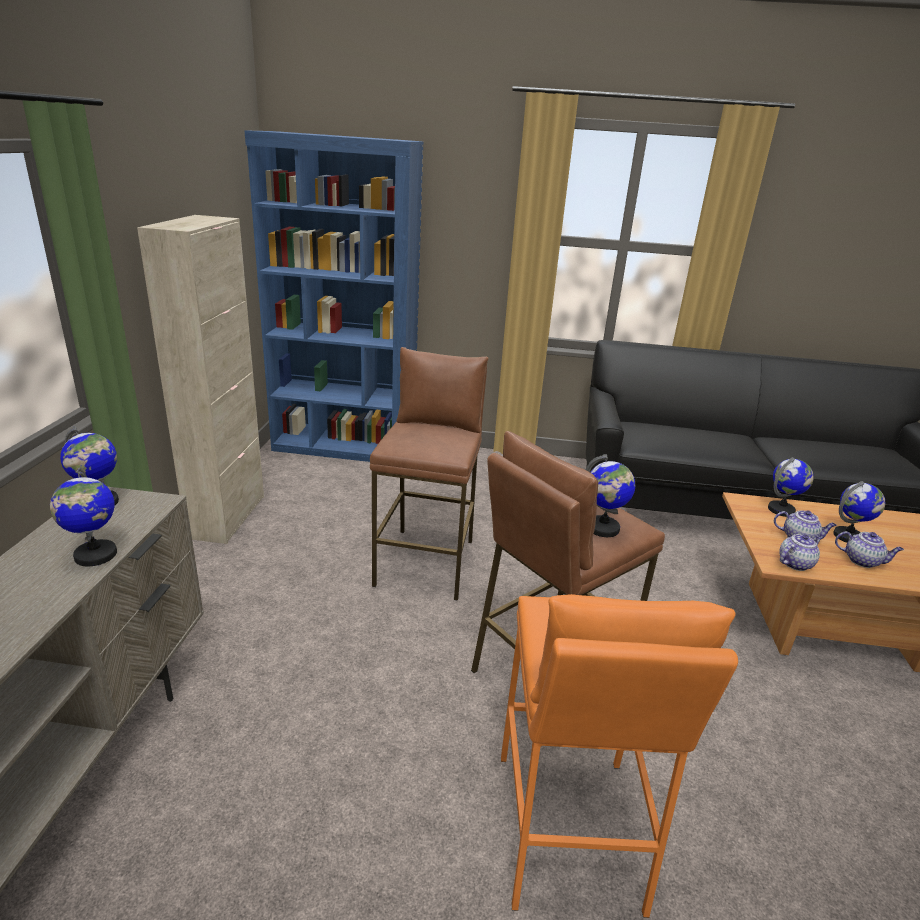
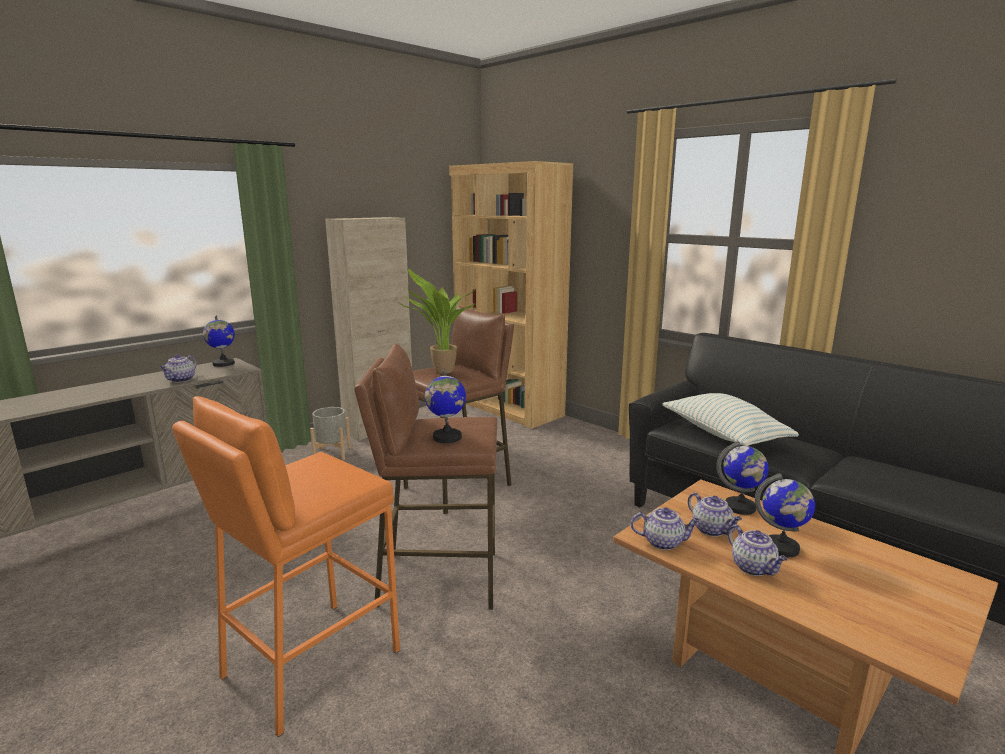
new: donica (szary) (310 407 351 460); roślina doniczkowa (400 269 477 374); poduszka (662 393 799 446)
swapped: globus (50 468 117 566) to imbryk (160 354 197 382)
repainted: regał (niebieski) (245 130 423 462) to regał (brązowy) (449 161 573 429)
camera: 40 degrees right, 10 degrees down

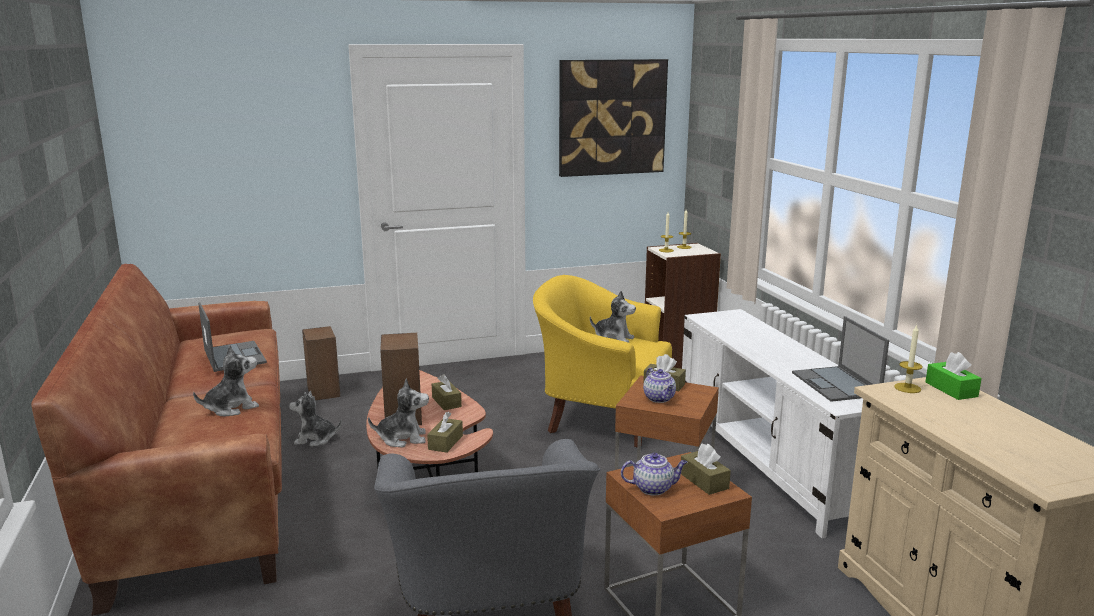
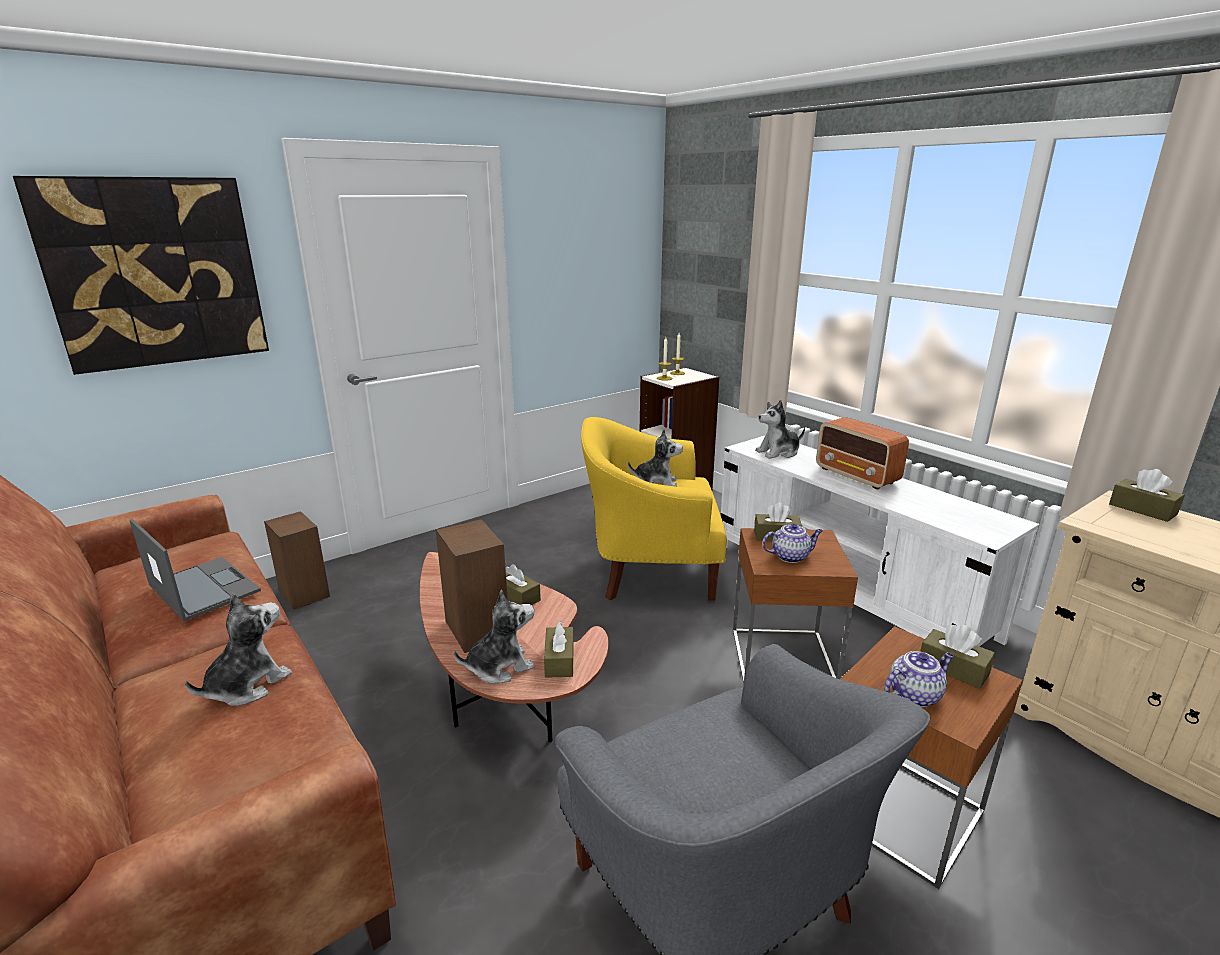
gone: laptop (792 316 889 402); świeca (894 325 923 393)
new: radio (816 417 909 490)
shifted: pluszak (289 391 342 447) to (755 400 805 459); obraz (559 59 668 177) to (13 176 269 375)
repainted: pudełko chusteczek (zielony) (926 352 982 400) to pudełko chusteczek (brązowy) (1109 469 1185 522)
rotated: imbryk (643 368 676 403) = (762 523 823 563) 60 degrees counterclockwise
camera: 20 degrees left, 5 degrees up

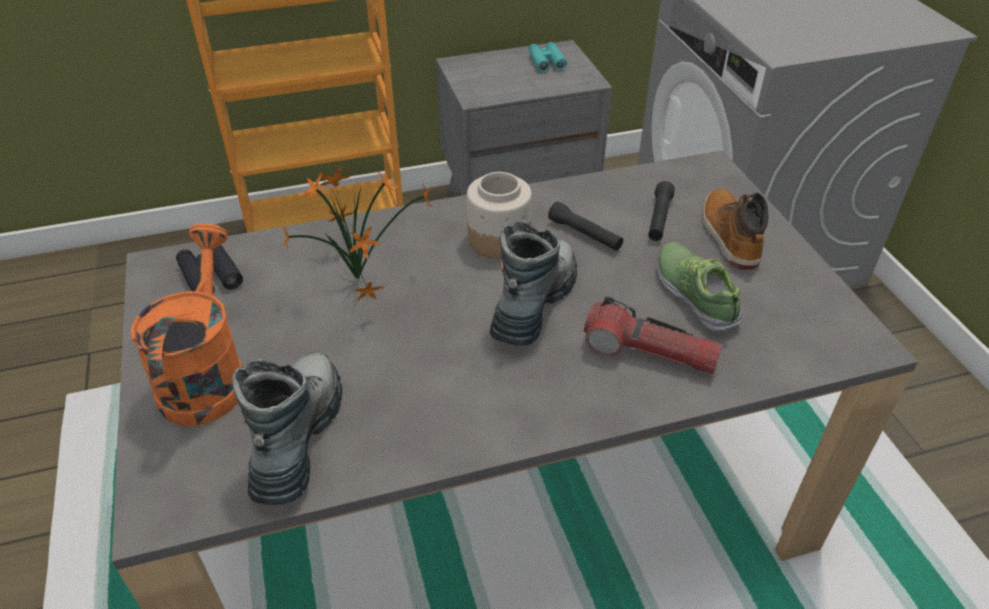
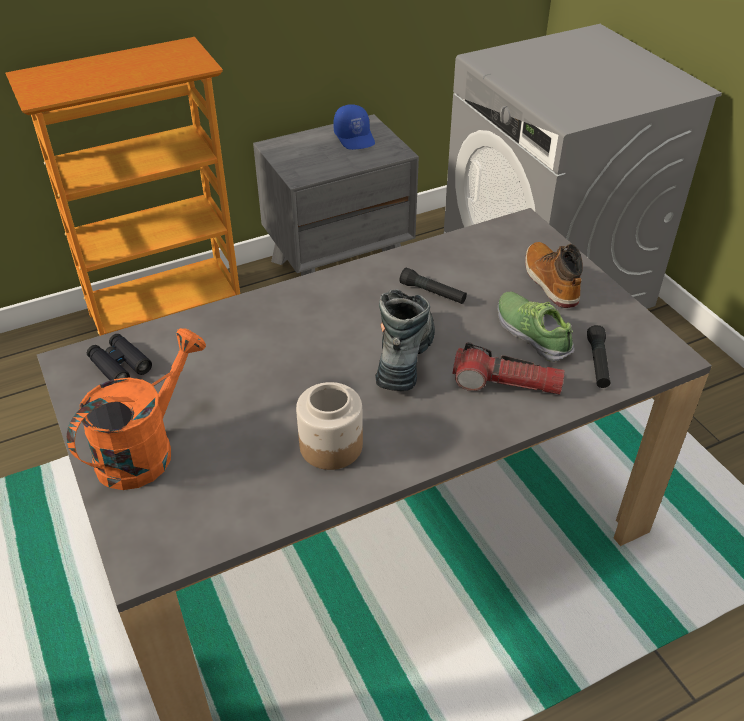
gone: but z cholewką (232 352 342 505); roślina doniczkowa (282 166 433 302)
shifted: słoik (467 172 532 259) to (296 382 363 470); latarka (czarny) (648 181 675 241) to (587 325 610 388)
swapped: lornetka (turkusowy) (528 42 567 72) to czapka z daszkiem (niebieski) (333 104 375 150)
rotated: konewka (pomarańczowy) (131 223 242 426) = (67 328 206 490) 45 degrees clockwise
camera: 10 degrees left, 0 degrees up

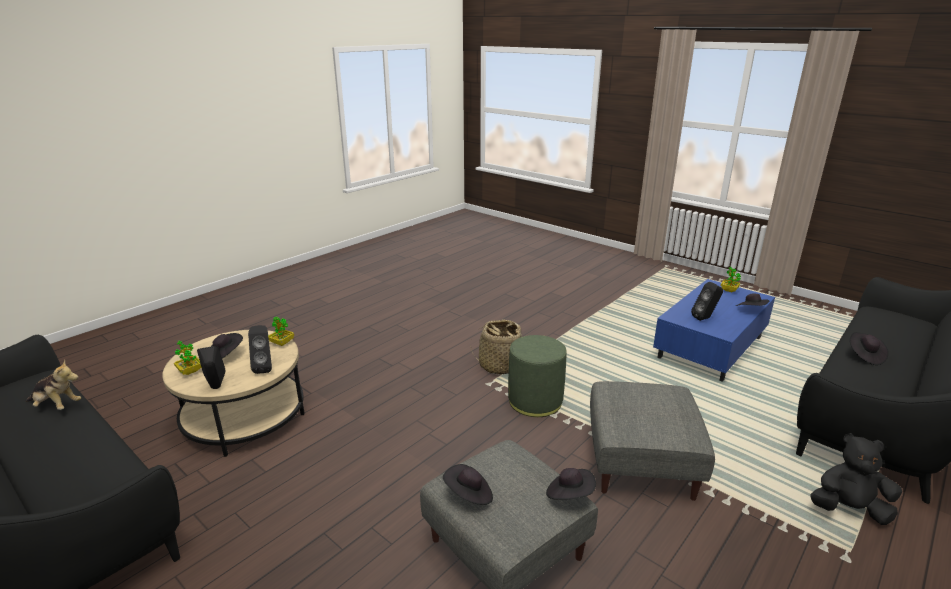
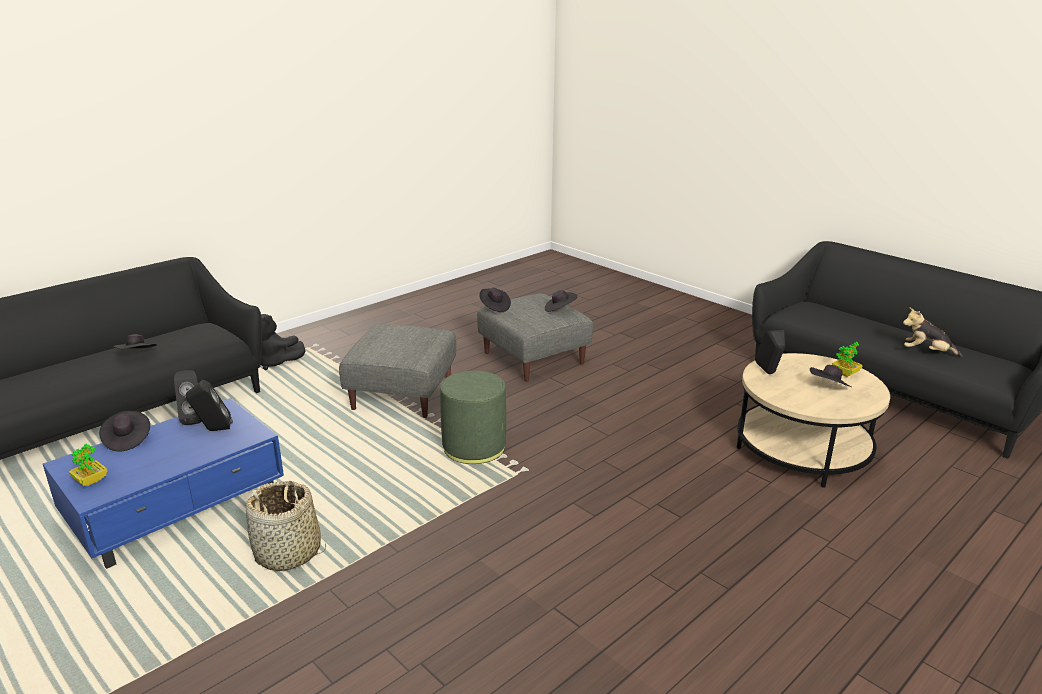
gone: roślina doniczkowa (268 317 294 346)
shifted: głośnik (czarny) (197 346 226 389) to (174 370 202 425); koszyk (471 320 523 375) to (246 481 326 571)
camera: 175 degrees left, 0 degrees up

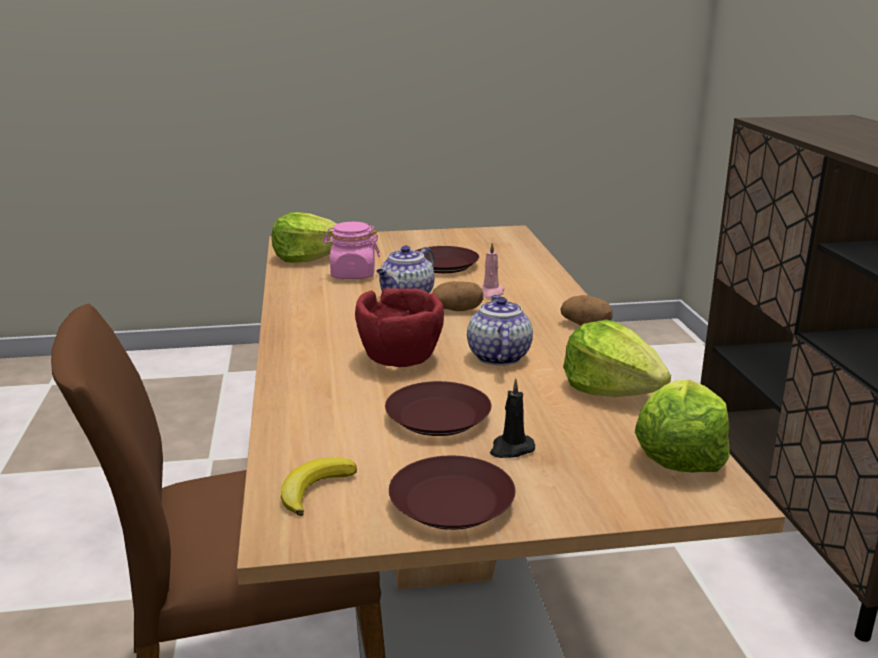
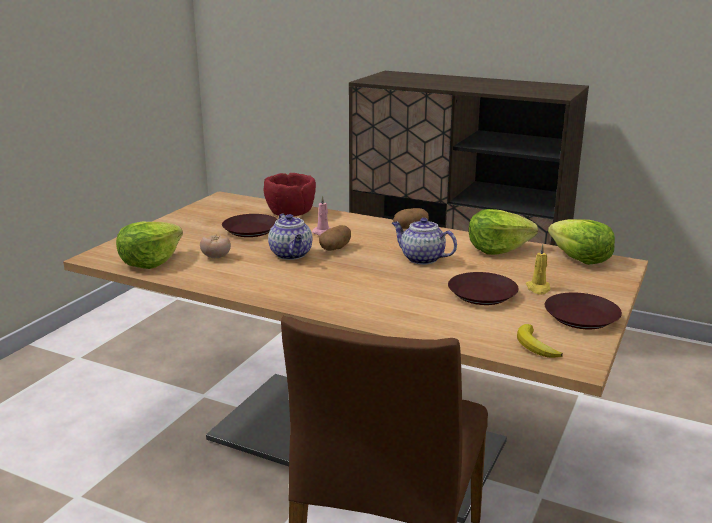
shifted: miska (czerwony) (355 288 444 367) to (263 173 316 216)
swapped: słoik (różowy) (323 222 380 279) to pomidor (200 235 231 258)
repainted: świeca (czarny) (490 378 535 458) to świeca (żółty) (526 245 550 295)
camera: 55 degrees left, 0 degrees up

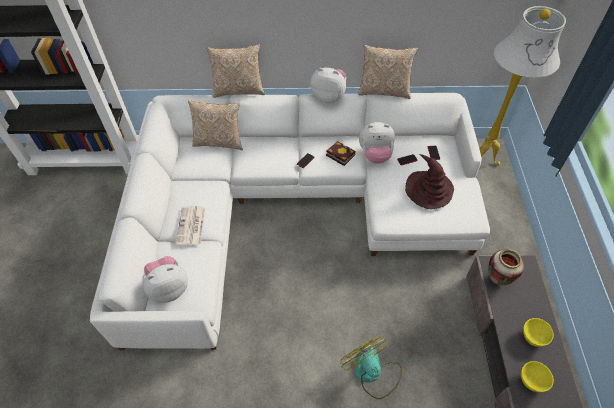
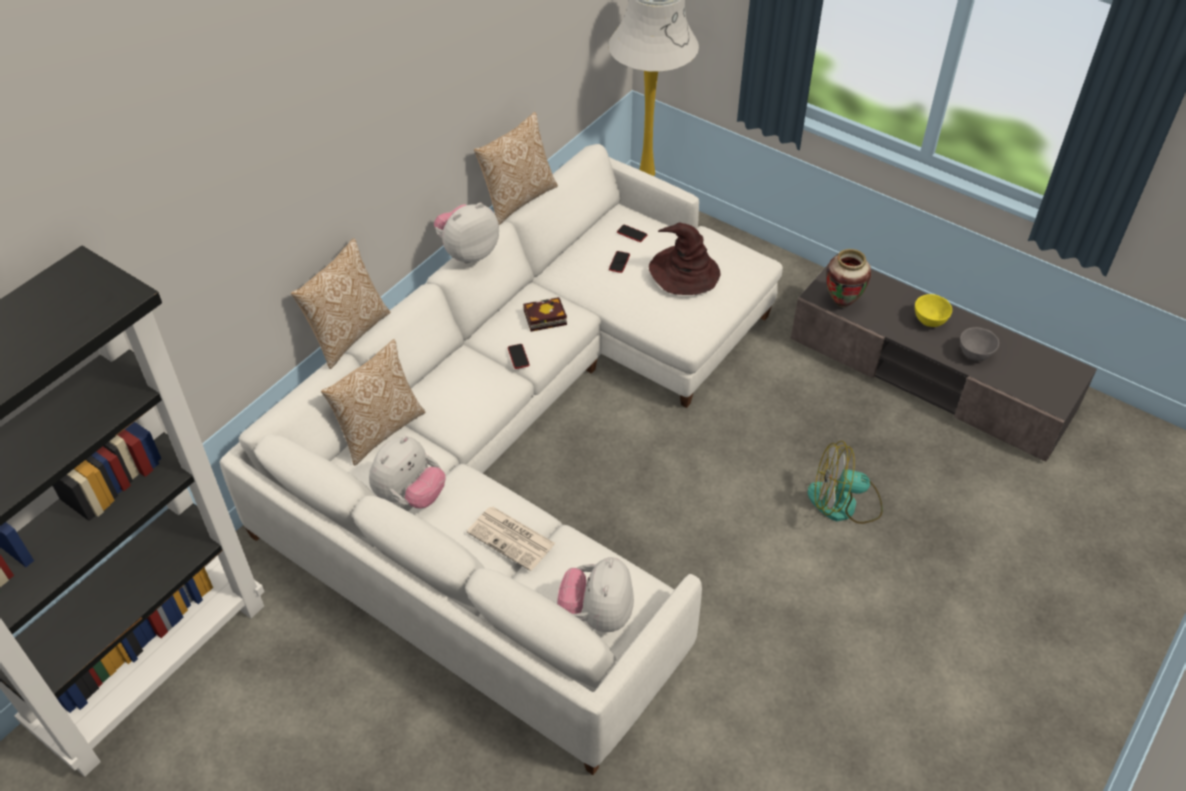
shifted: pluszak (359 122 395 164) to (369 436 446 508)
repainted: miska (żółty) (521 361 554 392) to miska (szary) (960 327 999 361)
camera: 55 degrees left, 5 degrees down

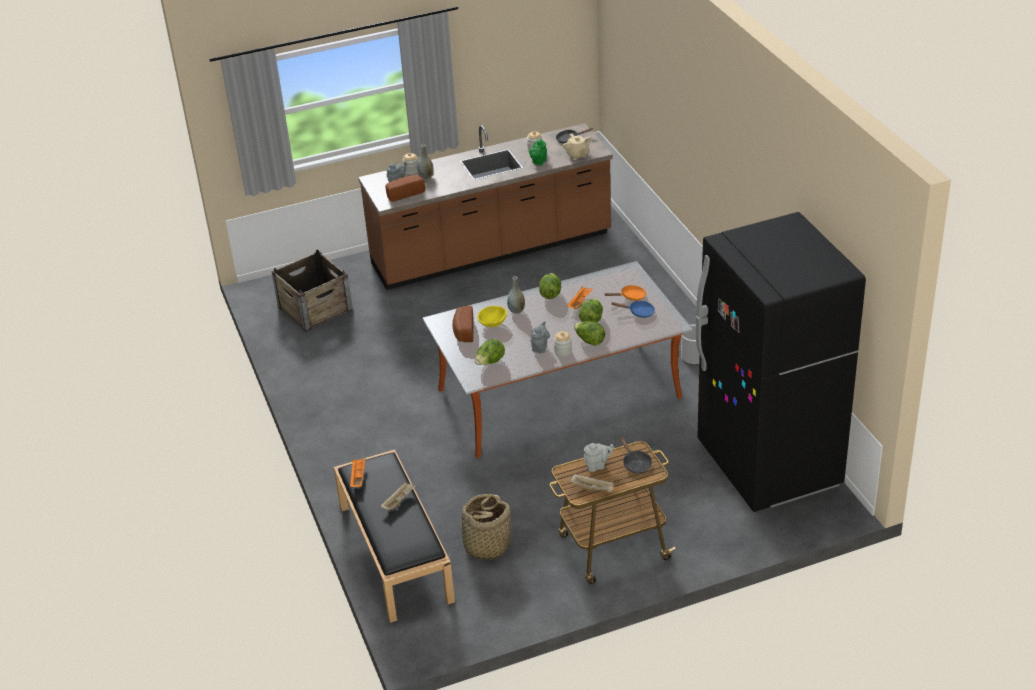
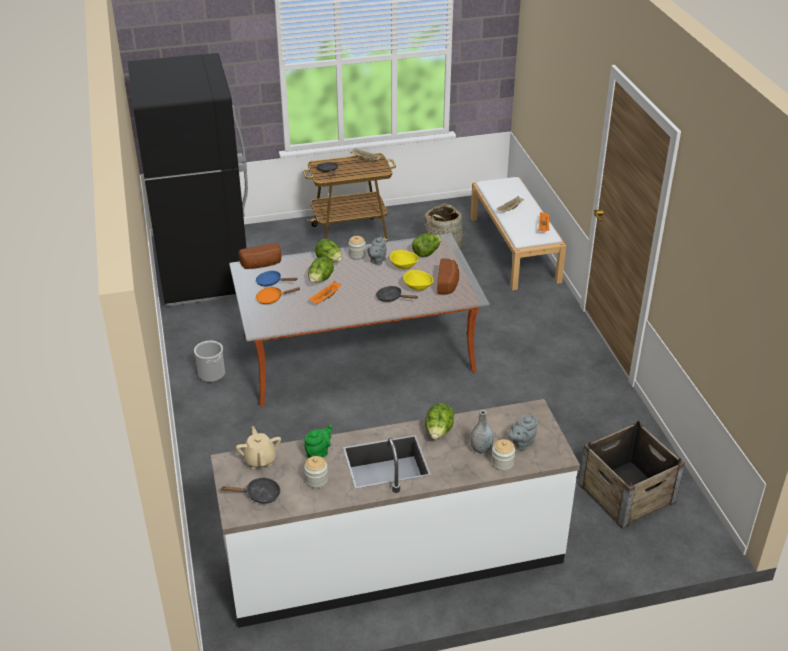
gone: imbryk (szary) (584 443 614 472)
new: miska (żółty) (390 250 419 269)
shifted: chleb (385 175 425 202) to (238 243 281 269); sałata (539 273 561 299) to (425 403 454 439)
swapped: wazon (szary) (507 277 525 314) to patelnia (czarny) (376 286 418 302)
repainted: ławka (czarny) (334 450 455 623) to ławka (biały) (470 177 566 290); zabudowa kuchenna (brązowy) (358 123 613 290) to zabudowa kuchenna (biały) (211 399 580 628)
camera: 175 degrees left, 0 degrees up

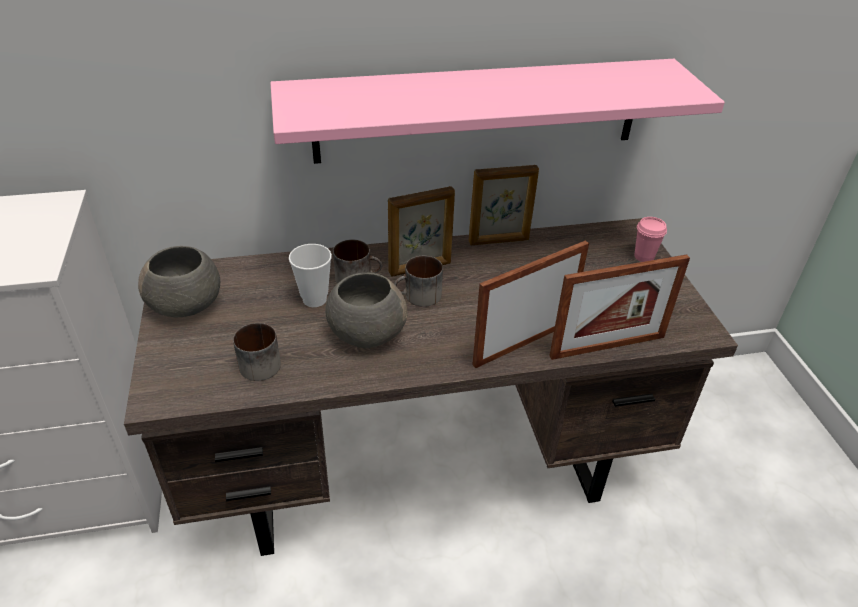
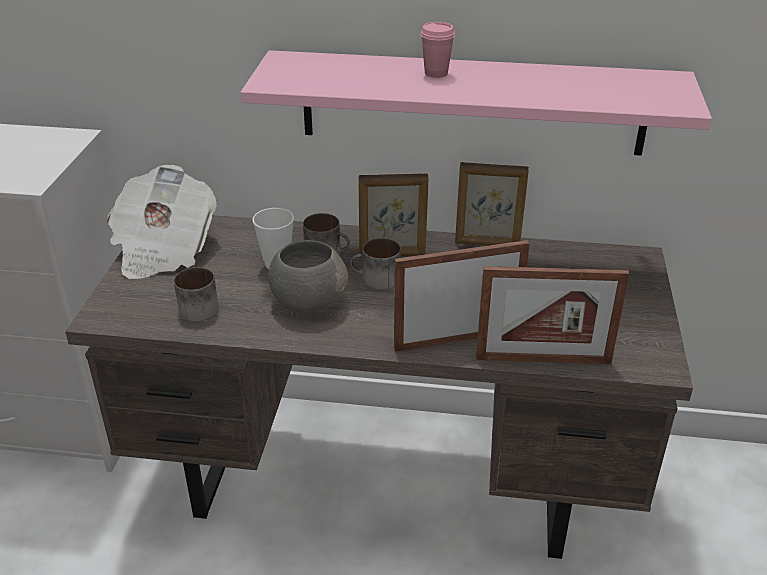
shifted: filiżanka (różowy) (634 217 667 262) to (420 22 455 78)
swapped: miska (szary) (138 246 220 317) to gazeta (107 165 217 279)
camera: 20 degrees right, 5 degrees down

